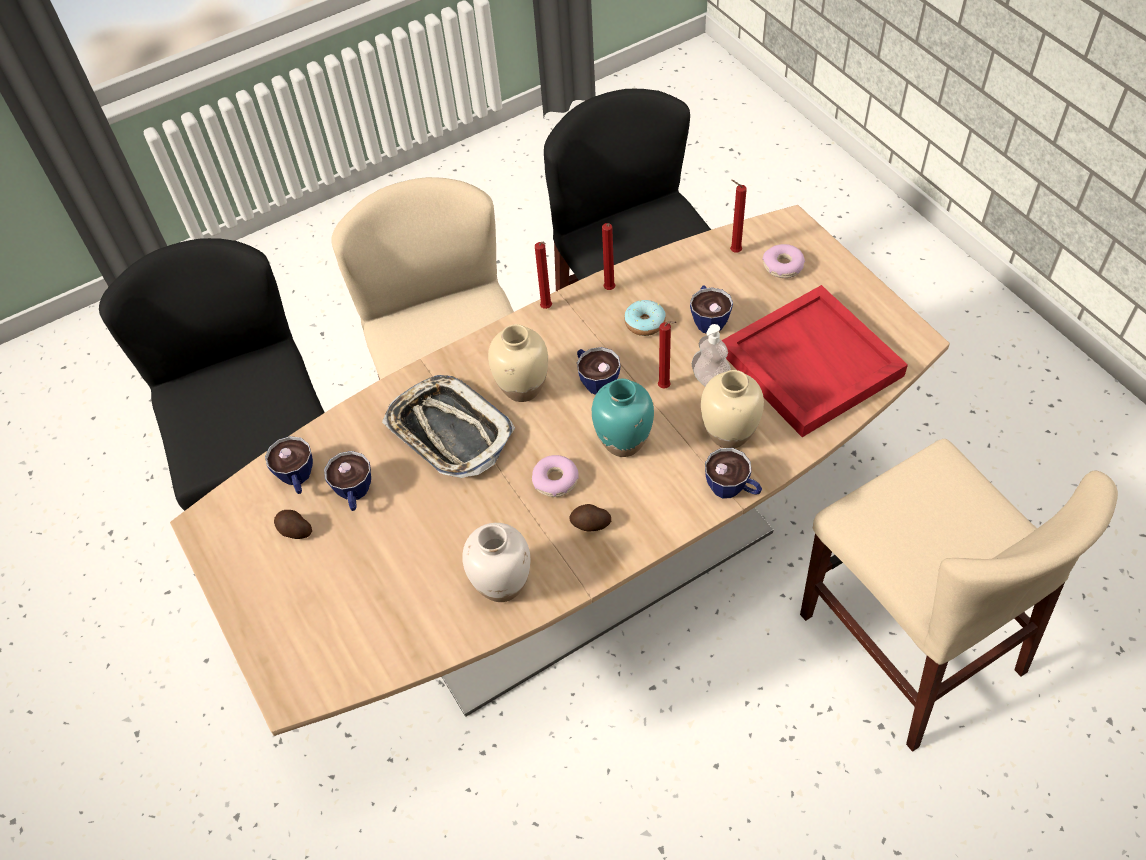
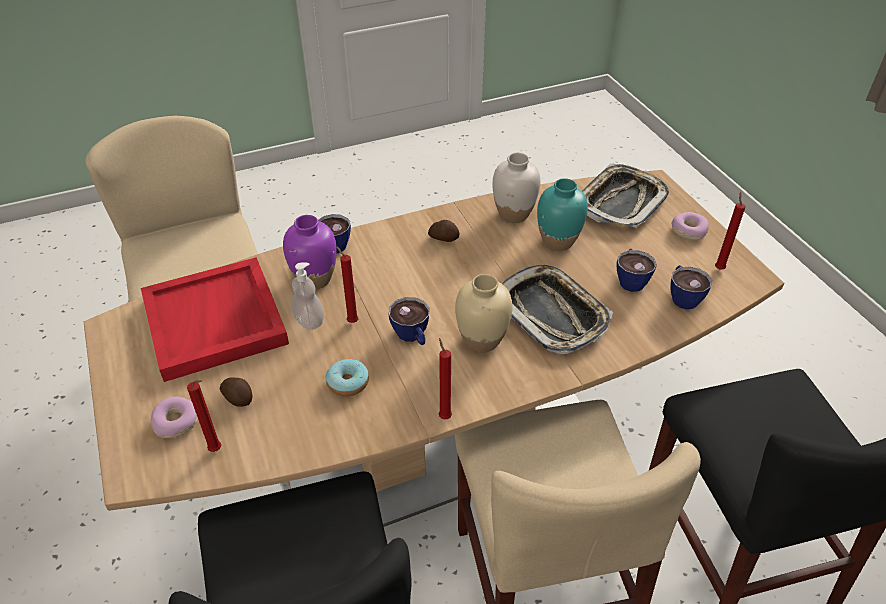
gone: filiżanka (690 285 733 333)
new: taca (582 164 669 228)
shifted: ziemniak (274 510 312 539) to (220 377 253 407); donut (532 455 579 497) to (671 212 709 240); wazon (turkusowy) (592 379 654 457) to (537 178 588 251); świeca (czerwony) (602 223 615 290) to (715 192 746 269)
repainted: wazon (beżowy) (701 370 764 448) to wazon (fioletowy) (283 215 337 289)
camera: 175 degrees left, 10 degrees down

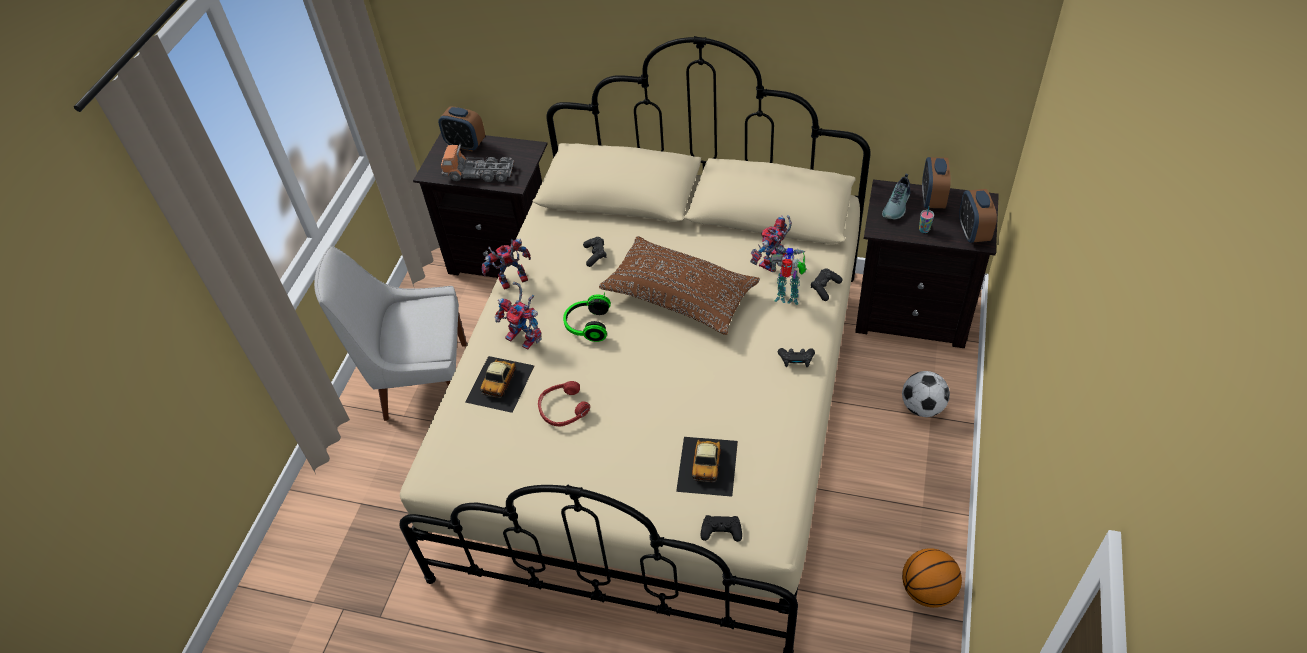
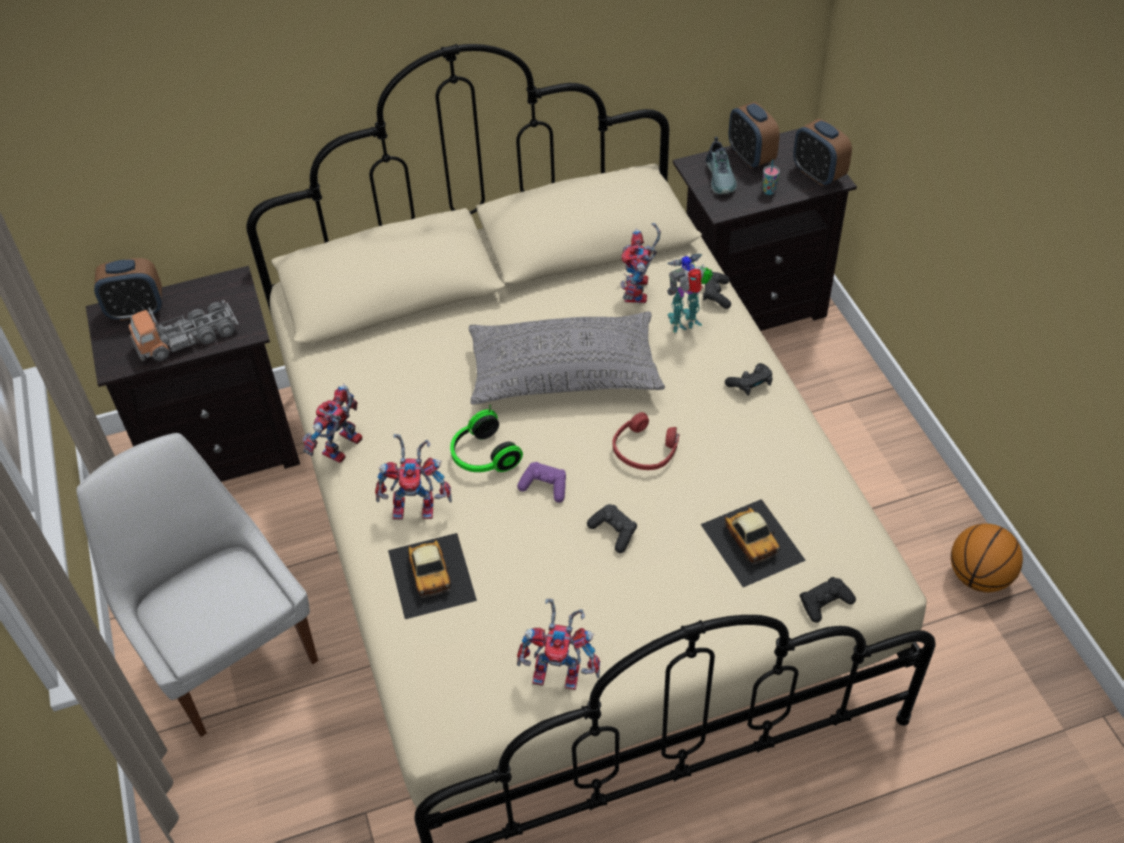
gone: piłka futbolowa (902 371 950 417)
new: pad do gier (fioletowy) (517 462 566 503); robot zabawkowy (517 599 600 690)
shifted: słuchawki (czerwony) (538 381 590 426) to (613 412 680 470); pad do gier (czarny) (583 237 607 267) to (587 504 637 553)
repainted: poduszka (brązowy) (599 236 760 335) to poduszka (szary) (469 311 665 405)
rotated: krzesło (biały) (314 246 467 421) = (76 433 318 737) 90 degrees clockwise
camera: 35 degrees left, 0 degrees up

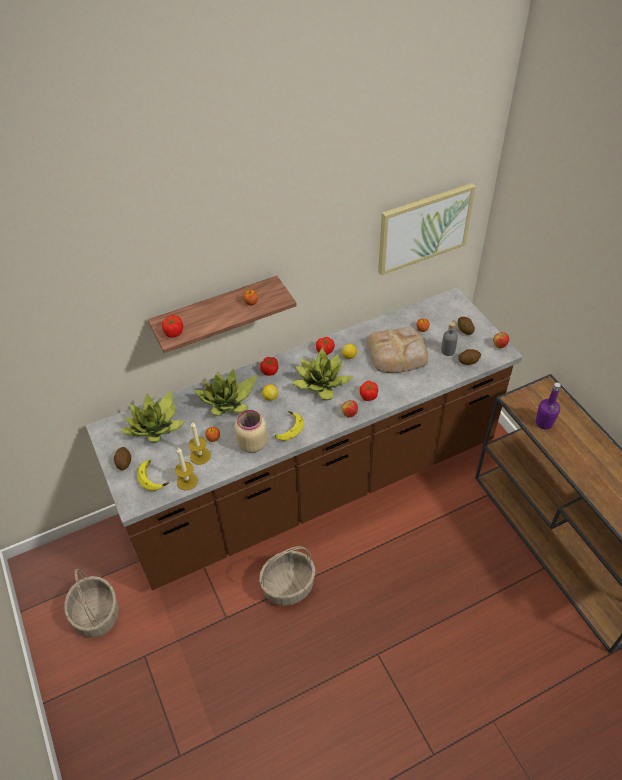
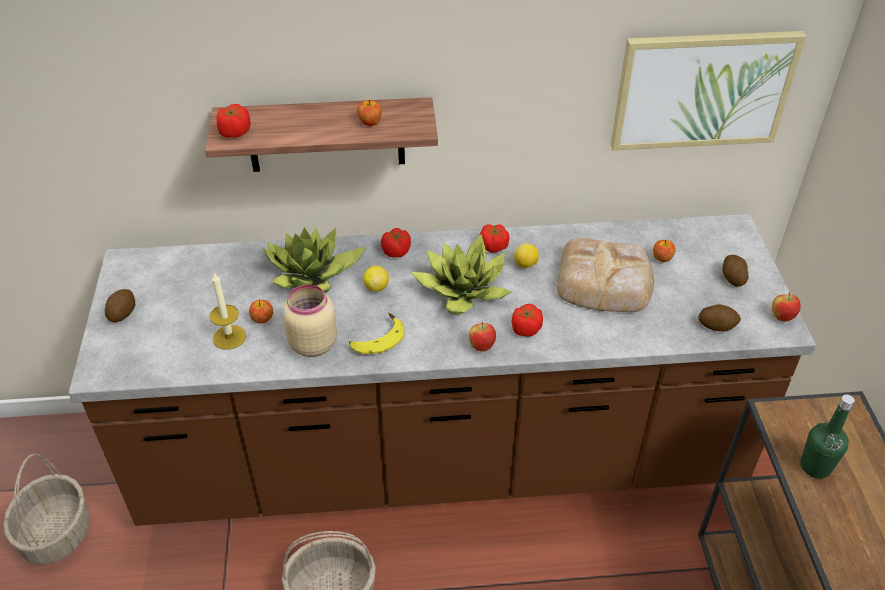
gone: roślina doniczkowa (120 389 185 443); banan (137 460 169 491); świeca (175 448 198 490); butelka (szary) (441 322 458 356)
repainted: butelka (fioletowy) (536 382 561 429) to butelka (zielony) (800 395 855 479)
camera: 20 degrees right, 5 degrees down

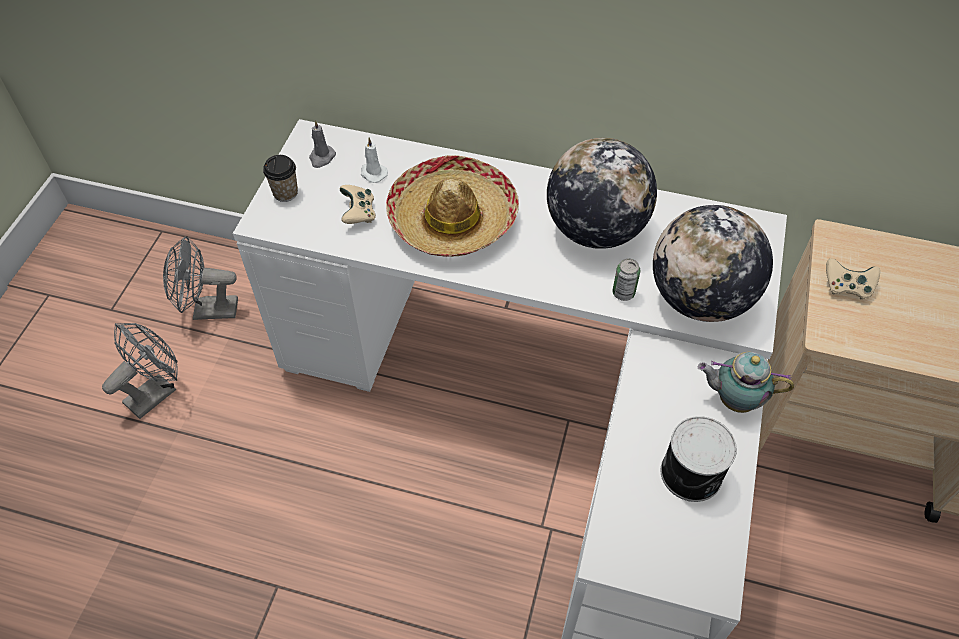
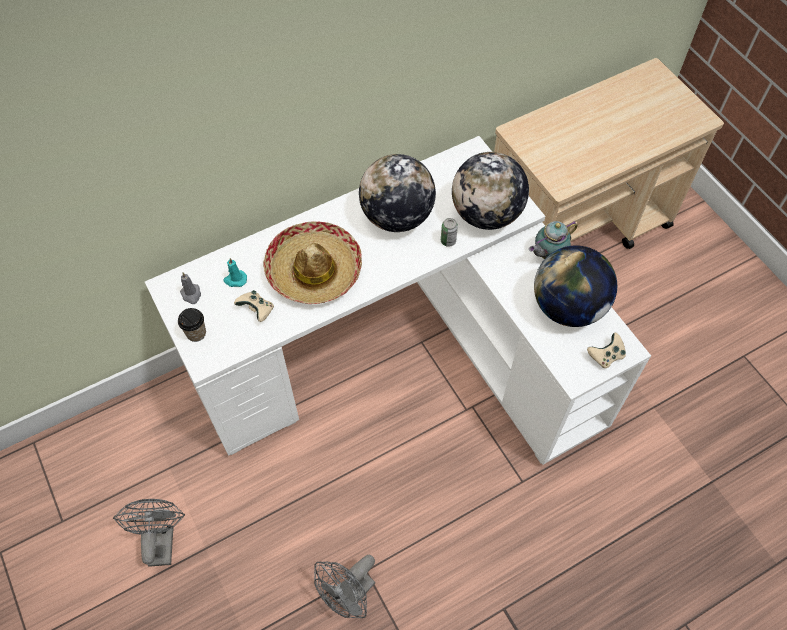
shifted: wentylator (szary) (163 236 238 320) to (314 555 375 618); pad do gier (beżowy) (826 258 880 300) to (587 332 626 368)
swapped: puszka (661 416 737 502) to globus (534 246 617 327)
repainted: świeca (biały) (361 137 388 183) to świeca (turkusowy) (223 258 247 287)
camera: 45 degrees left, 5 degrees up

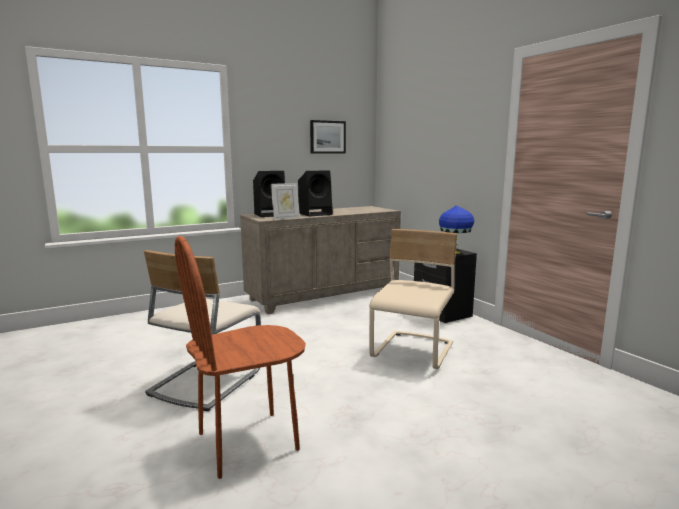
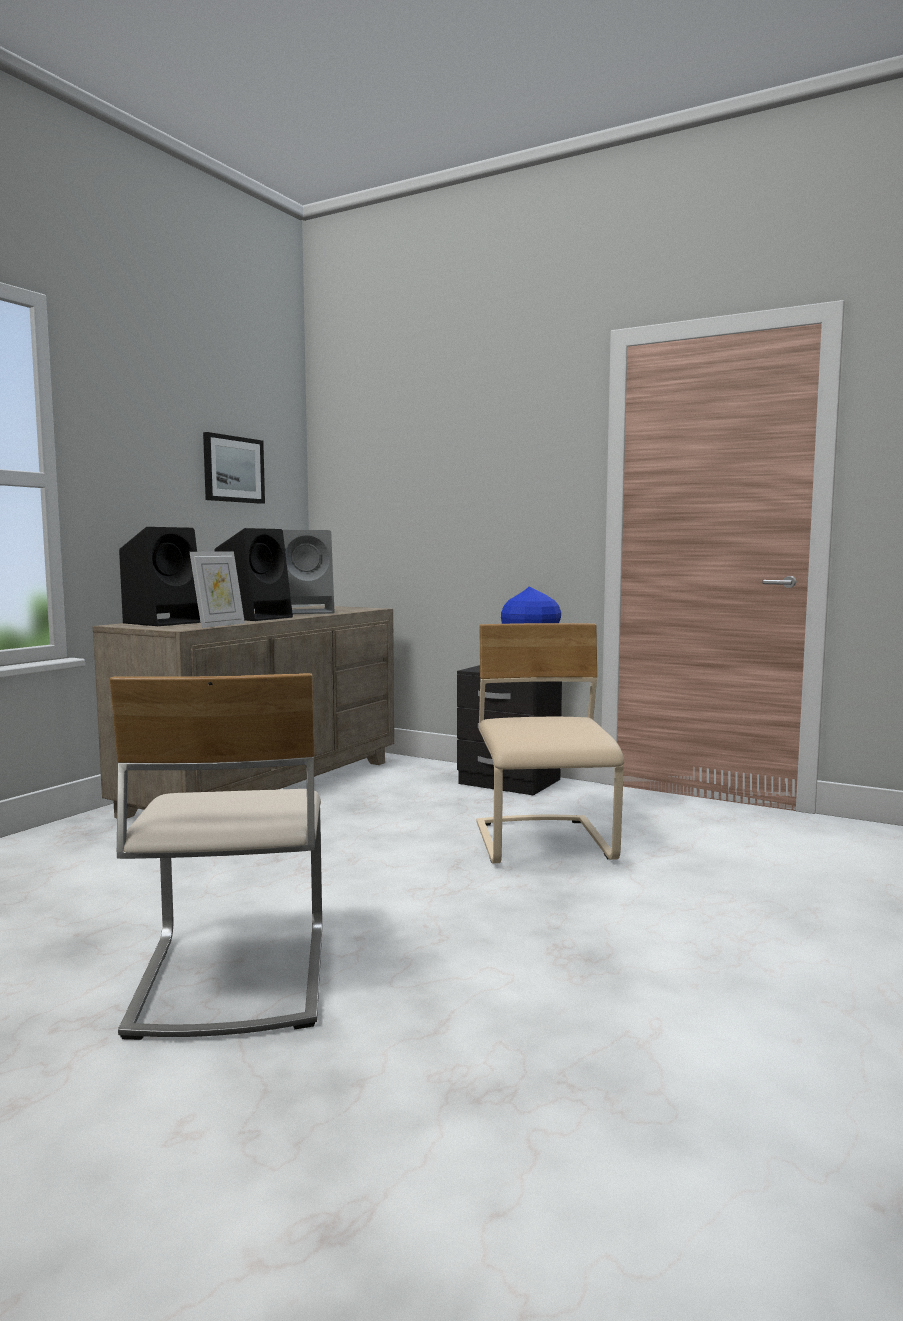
gone: krzesło (brązowy) (175 236 306 479)
new: głośnik (szary) (283 530 334 614)
camera: 30 degrees left, 5 degrees down

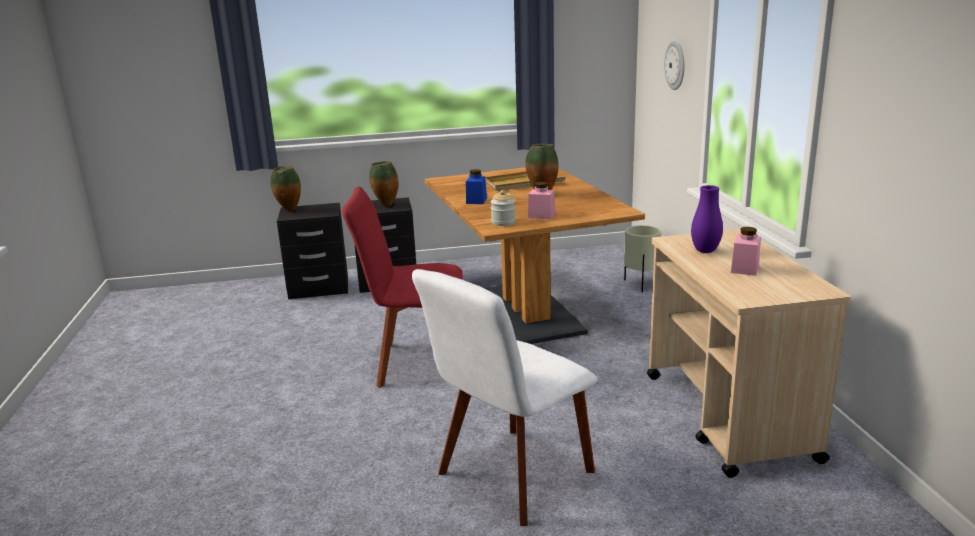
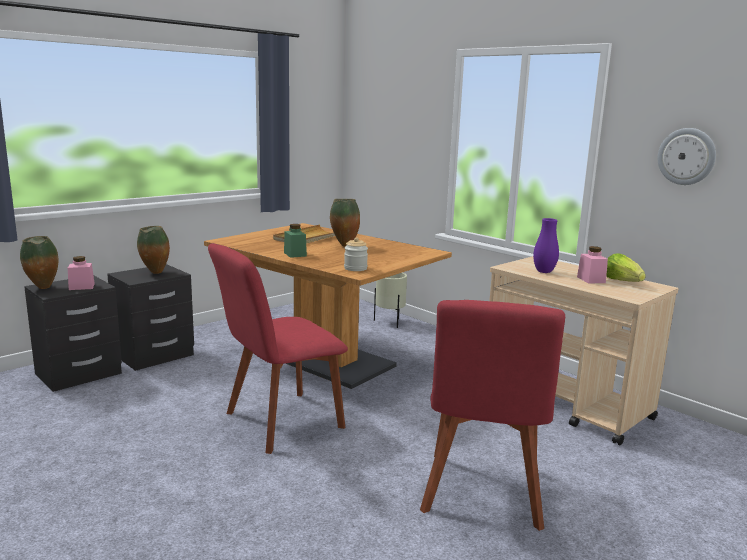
new: sałata (606 253 646 282)
shifted: słoik (różowy) (528 182 555 219) to (68 256 95 290); zegar ścienny (664 41 684 90) to (658 128 716 185)
repainted: krzesło (biały) (412 269 598 526) to krzesło (czerwony) (420 300 565 531); słoik (niebieski) (466 169 487 204) to słoik (zielony) (284 224 307 258)
camera: 35 degrees left, 5 degrees down

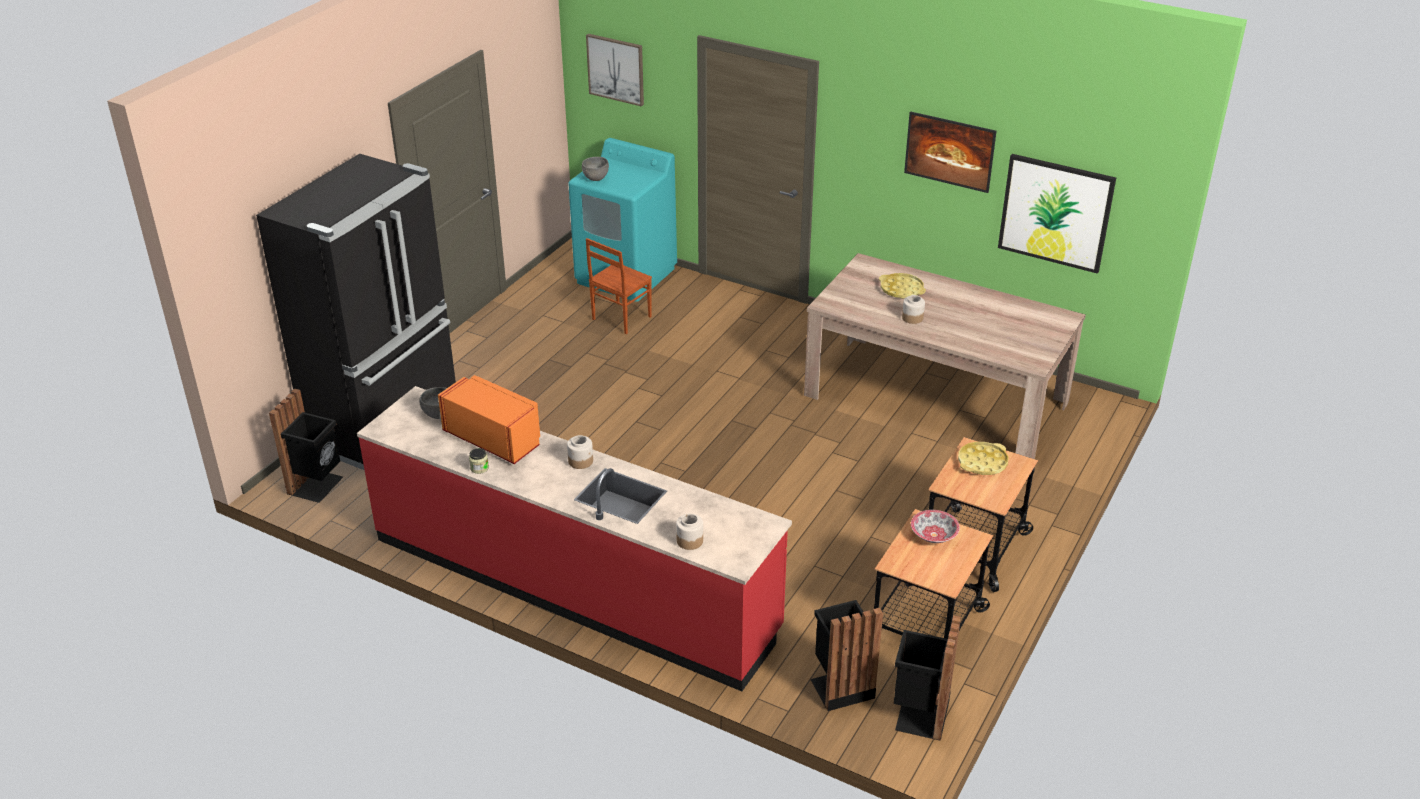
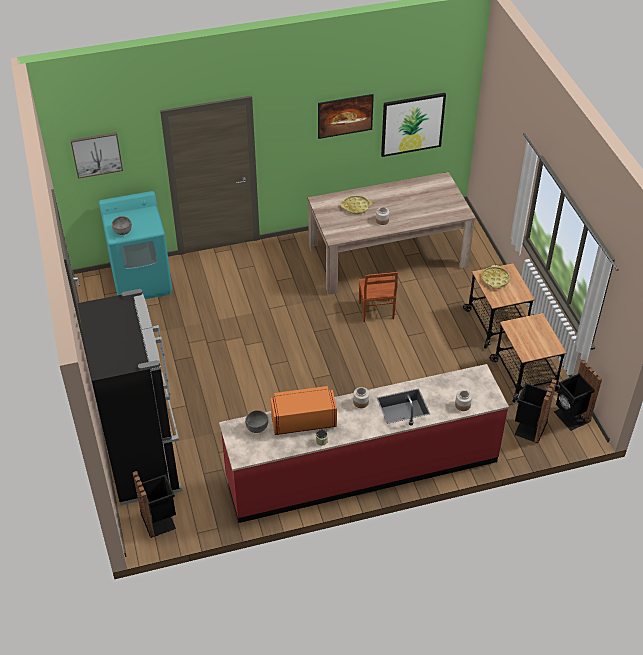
gone: miska (911 510 960 543)
shifted: krzesło (brązowy) (586 238 652 334) to (359 272 398 322)
camera: 45 degrees left, 10 degrees up

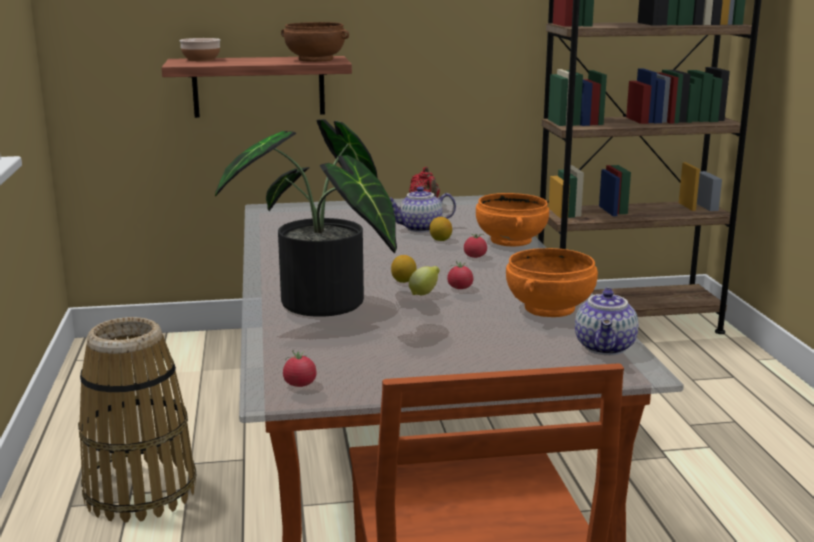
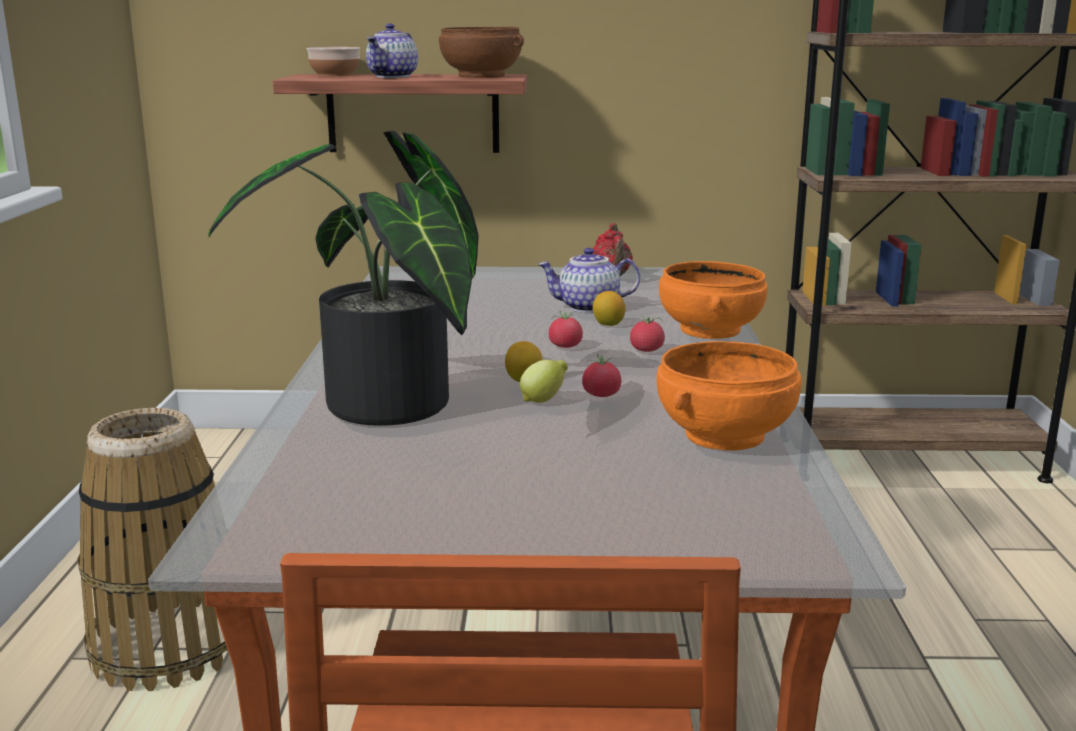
shifted: pomidor (283 350 317 387) to (549 310 583 348); imbryk (575 287 638 355) to (366 23 418 78)
camera: 10 degrees right, 0 degrees up

